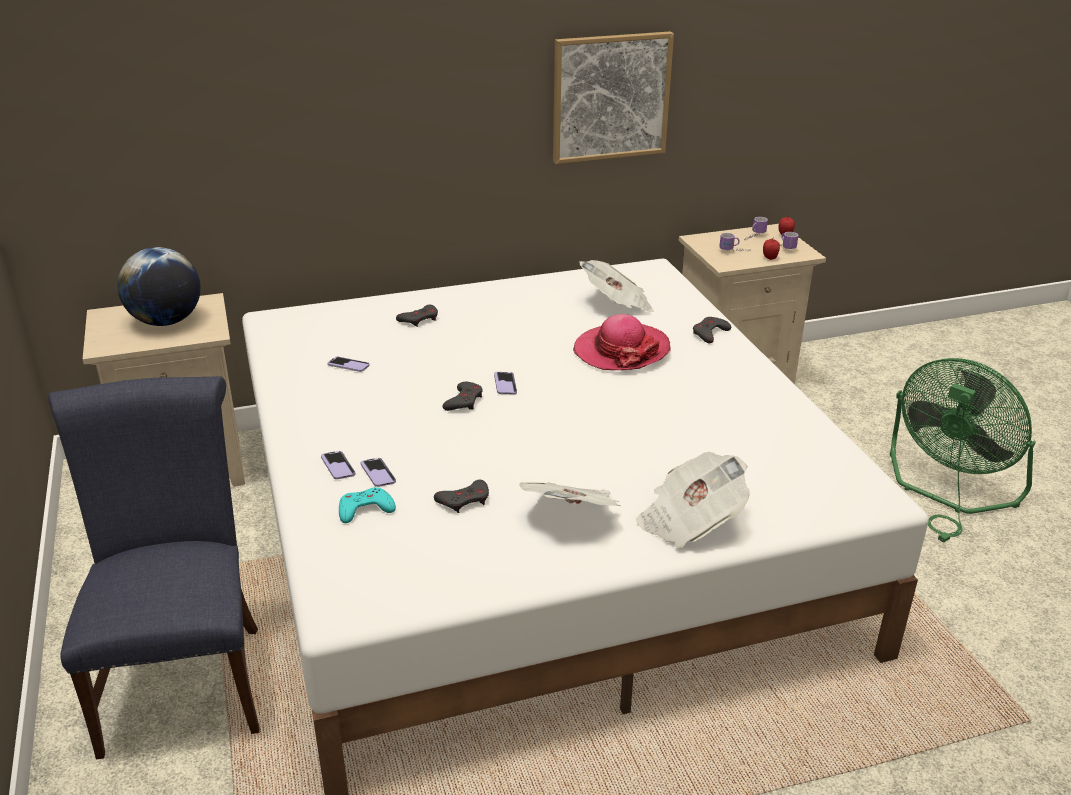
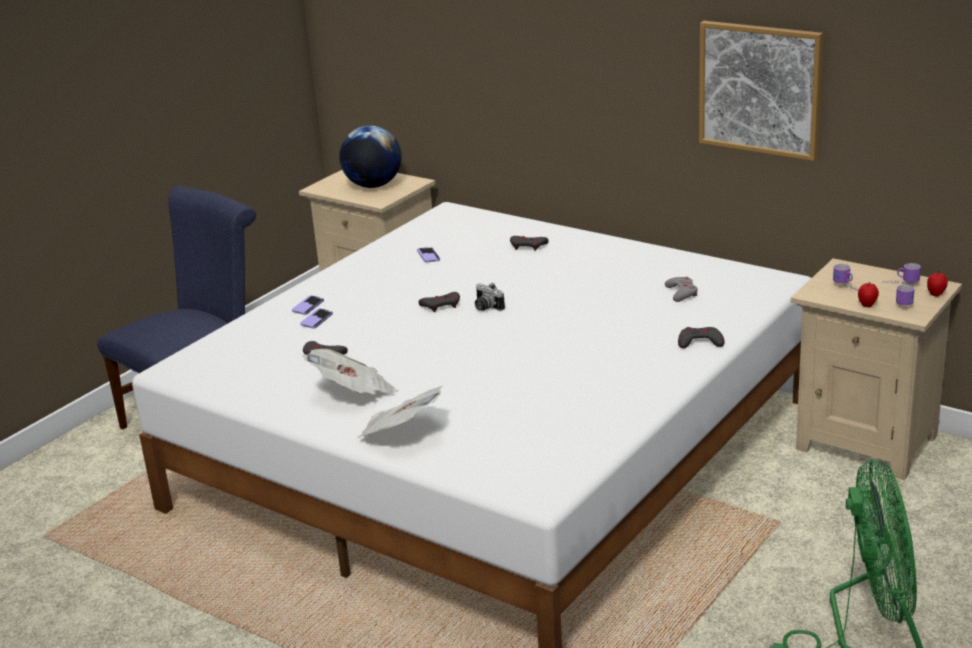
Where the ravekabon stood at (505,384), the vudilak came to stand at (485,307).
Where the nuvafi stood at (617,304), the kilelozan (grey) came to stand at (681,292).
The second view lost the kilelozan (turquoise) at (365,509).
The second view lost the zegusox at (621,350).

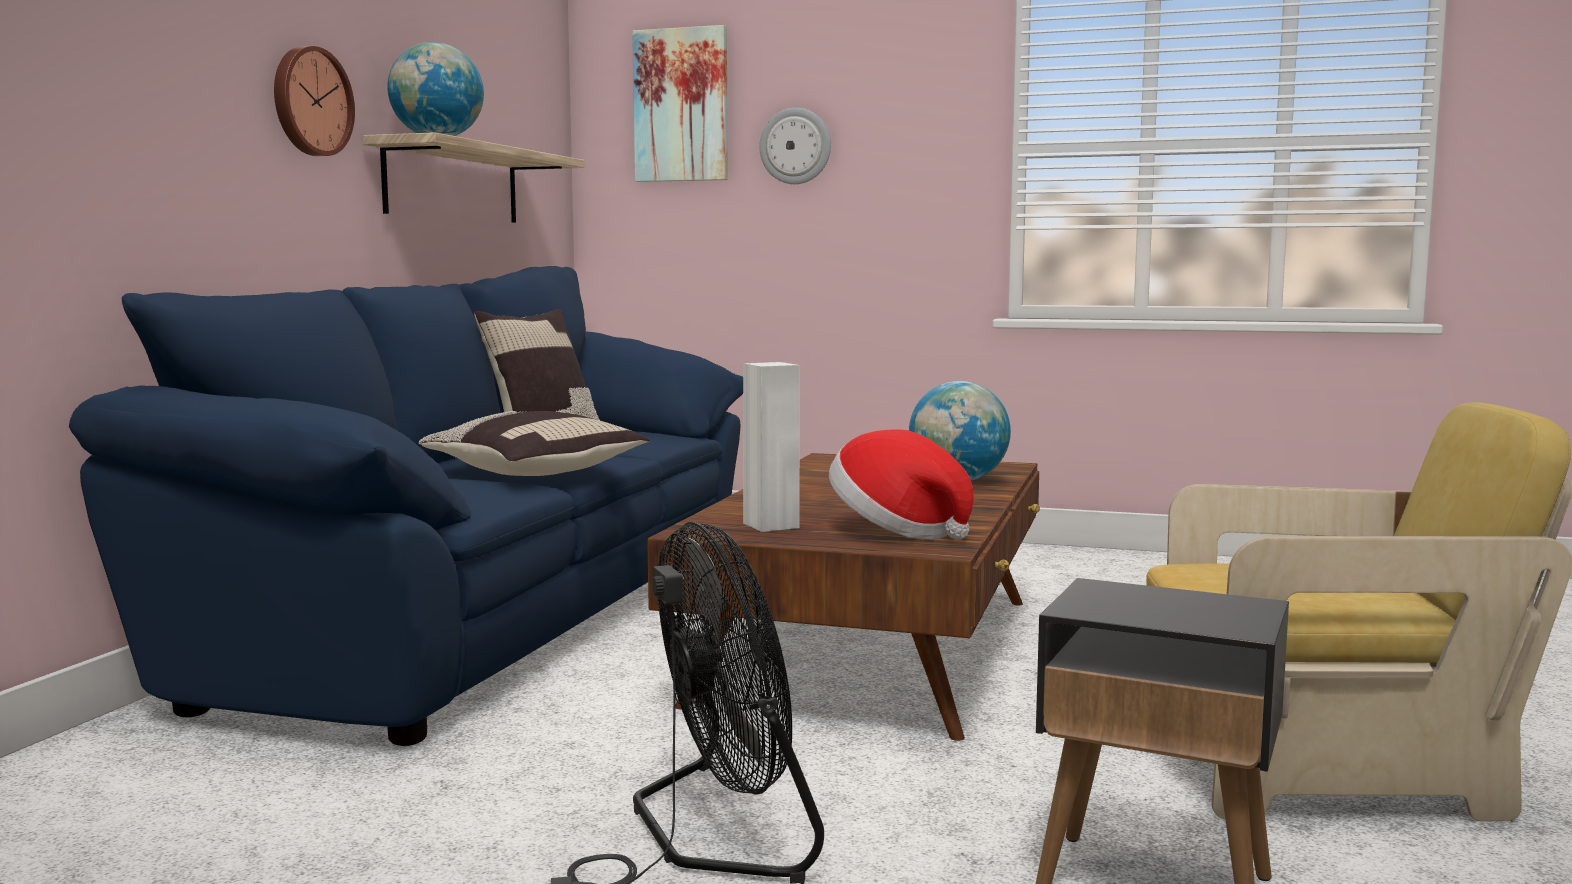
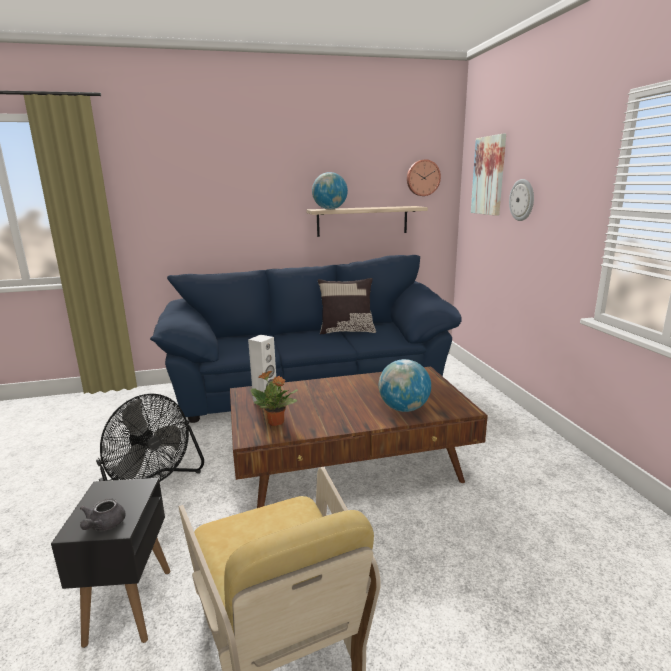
The second view gained the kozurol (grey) at (103,525).
Where the zegusox stood at (897,530), the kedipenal came to stand at (276,422).
The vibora ended up elsewhere, having gone from (310,101) to (422,178).
The second view lost the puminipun at (535,473).

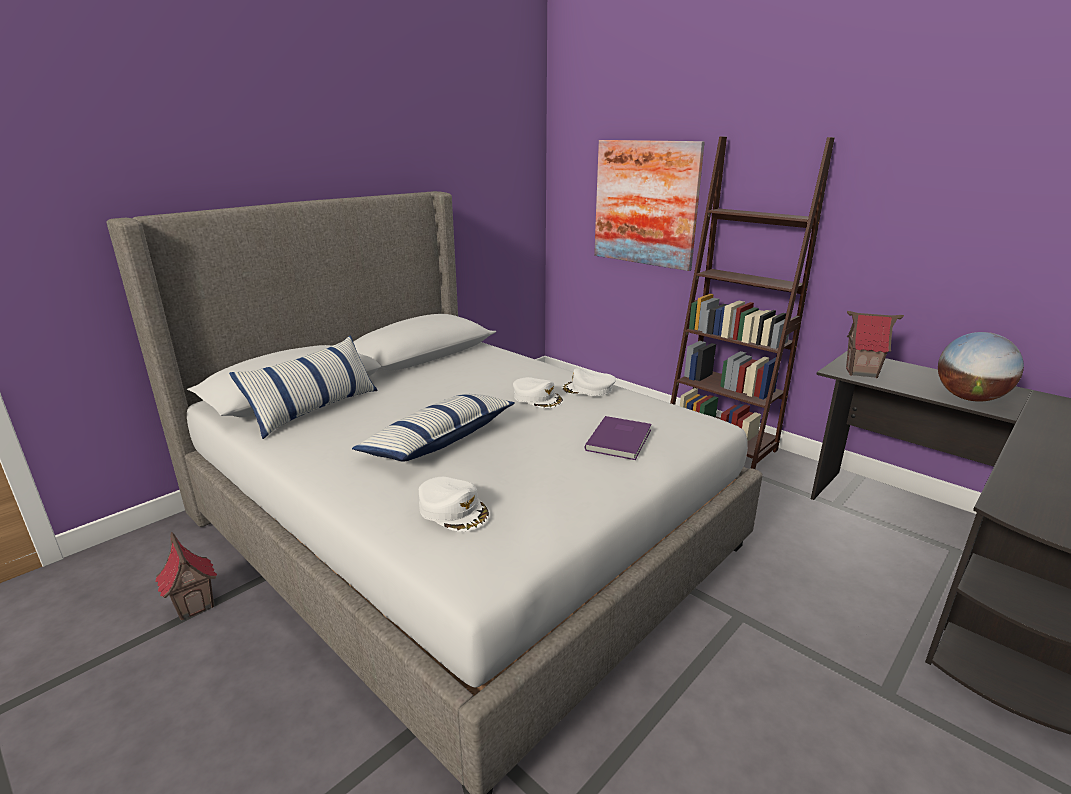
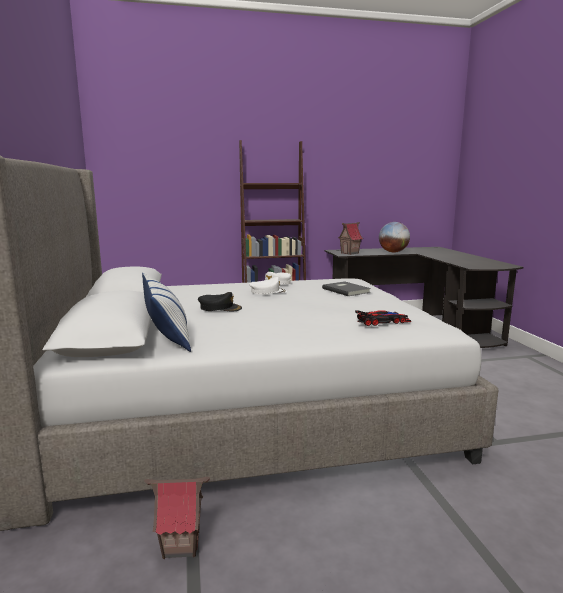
The second view gained the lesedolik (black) at (220,308).
What was the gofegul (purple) at (621,440) turned into the gofegul (grey) at (346,290).
Where the lesedolik (white) stood at (453,510), the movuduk came to stand at (382,321).
The second view lost the puminipun at (439,441).
The second view lost the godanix at (645,203).

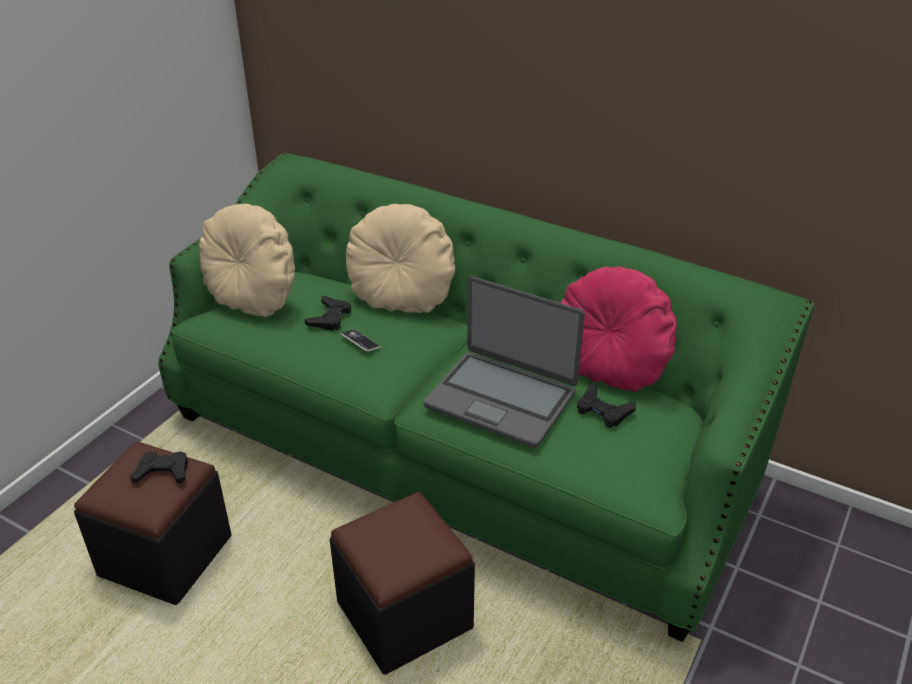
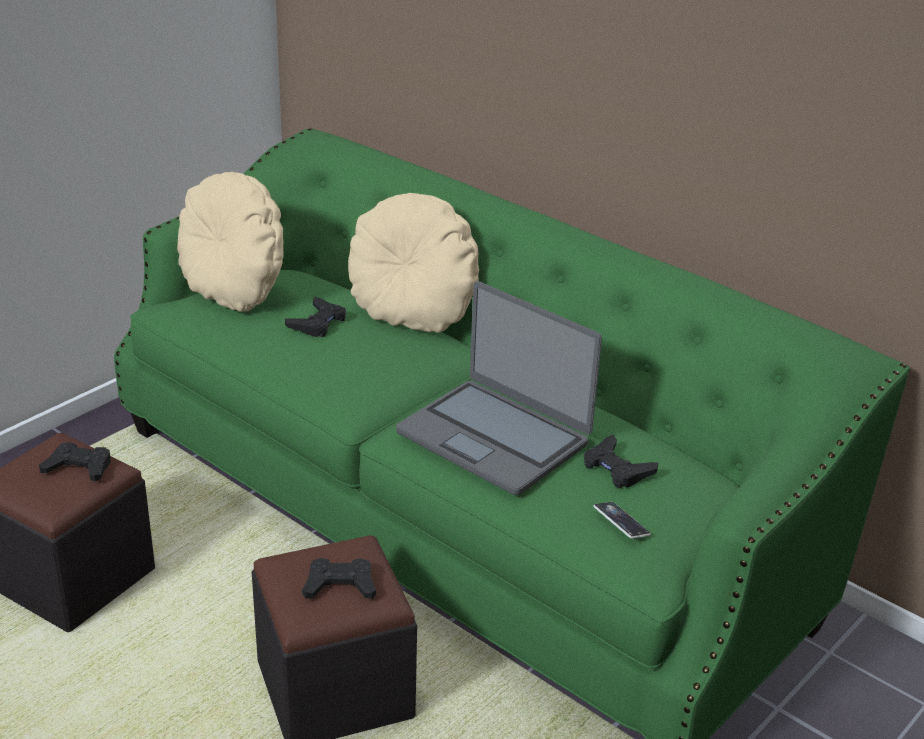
The second view gained the kilelozan (black) at (340,585).
The ravekabon ended up elsewhere, having gone from (360,342) to (621,523).
The second view lost the puminipun (pink) at (609,372).

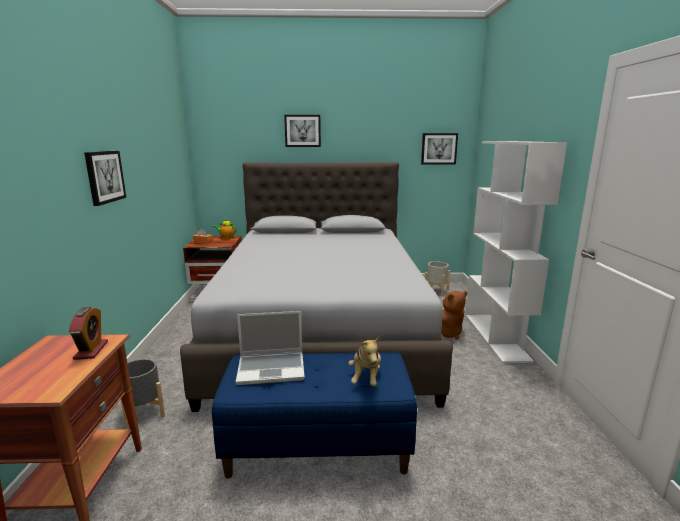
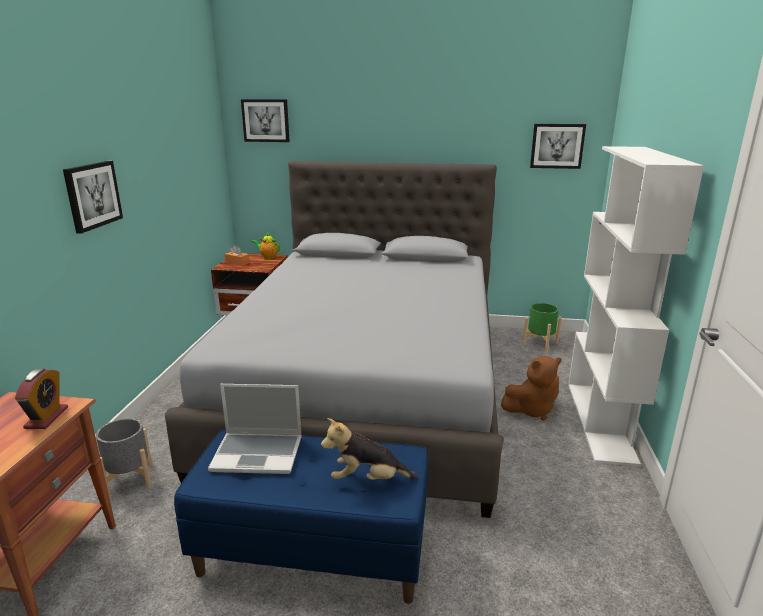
The godanix ended up elsewhere, having gone from (302,131) to (266,120).
The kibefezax at (366,377) ended up facing another way, 75 degrees clockwise from before.
What was the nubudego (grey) at (436,291) turned into the nubudego (green) at (540,343).

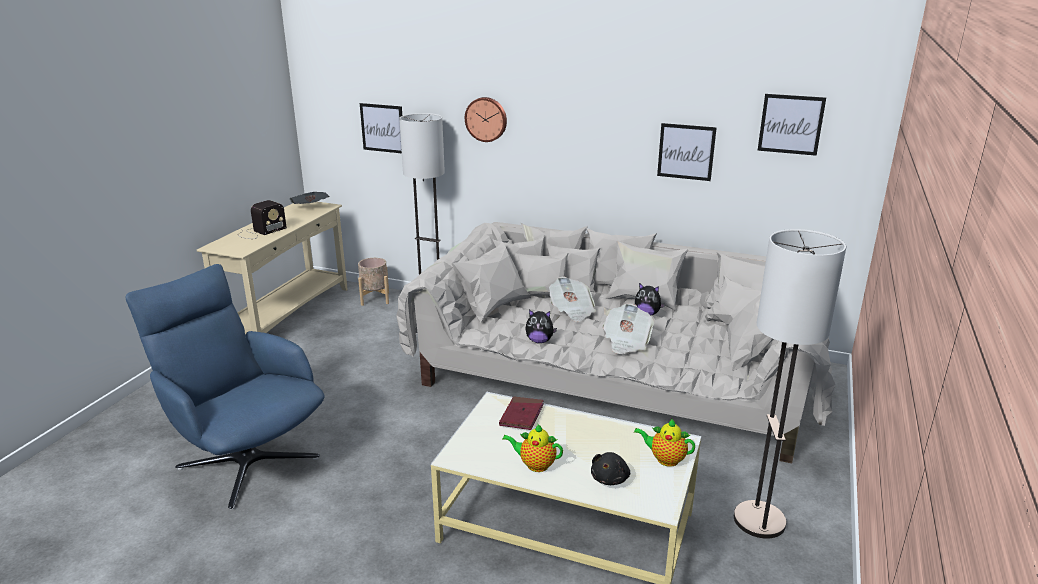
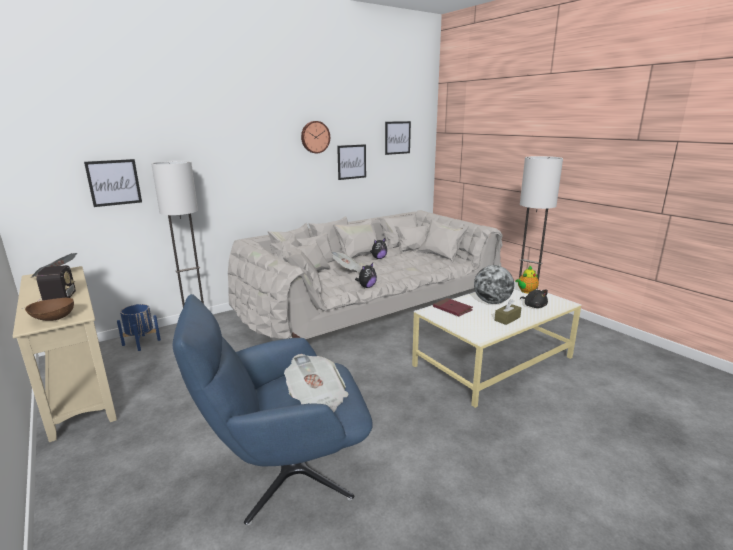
The second view gained the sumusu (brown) at (53,319).
What was the nubudego (beige) at (375,299) turned into the nubudego (blue) at (141,342).
The nuvafi ended up elsewhere, having gone from (626,342) to (317,398).
The vibora ended up elsewhere, having gone from (486,119) to (315,137).
The second view gained the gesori at (492,302).
Where the kozurol stood at (535,465), the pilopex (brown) came to stand at (507,319).

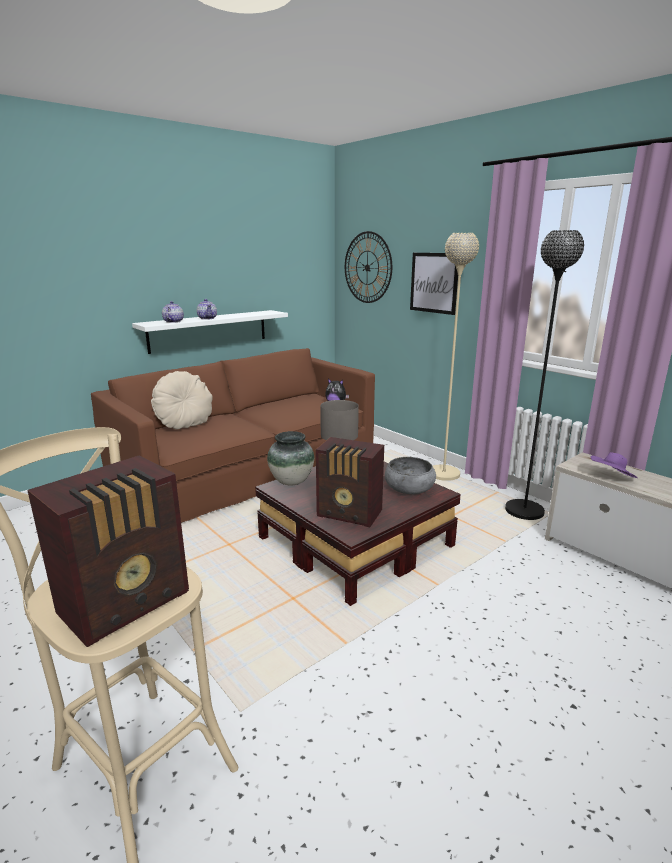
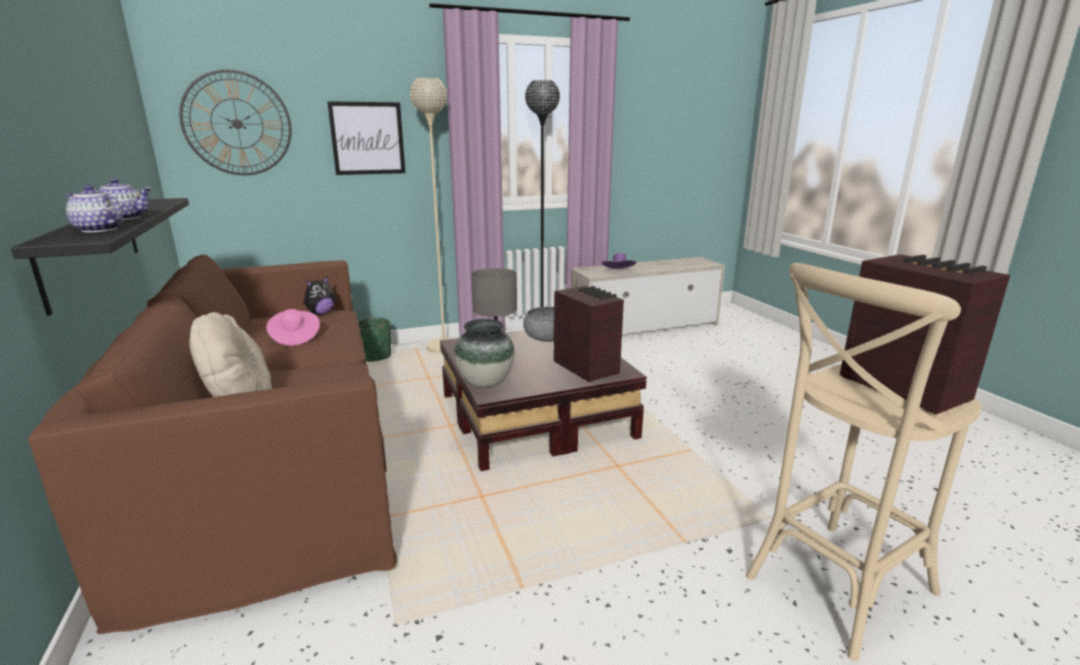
What was the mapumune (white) at (209,331) turned into the mapumune (black) at (92,248).
The second view gained the zegusox (pink) at (294,338).
The second view gained the nubudego (green) at (375,356).
The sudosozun at (350,514) ended up facing another way, 75 degrees counterclockwise from before.

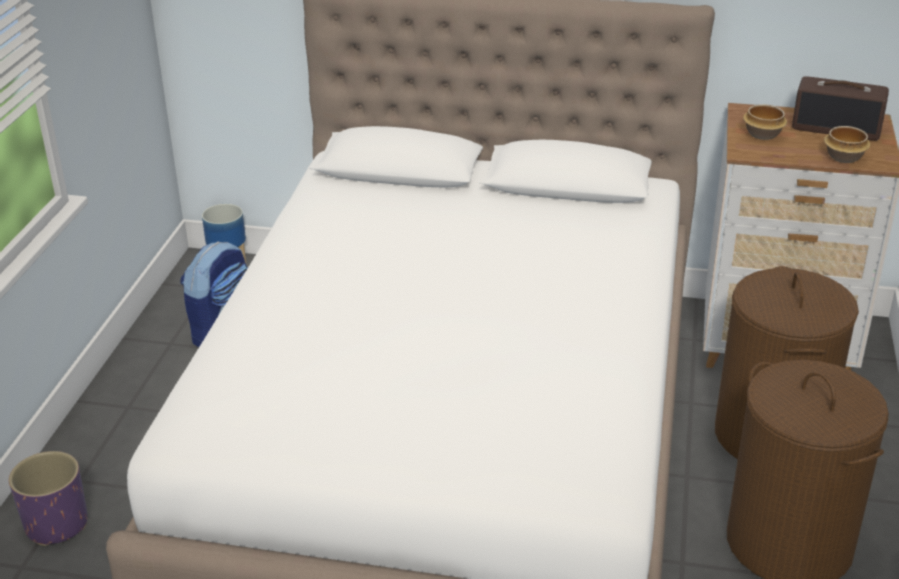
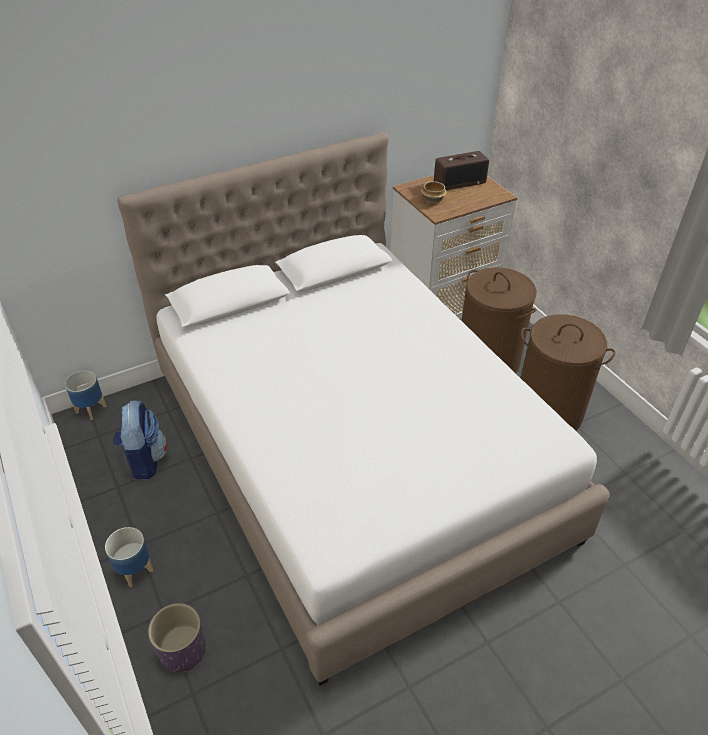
The second view gained the nubudego at (135,570).
The second view lost the sumusu at (844,157).

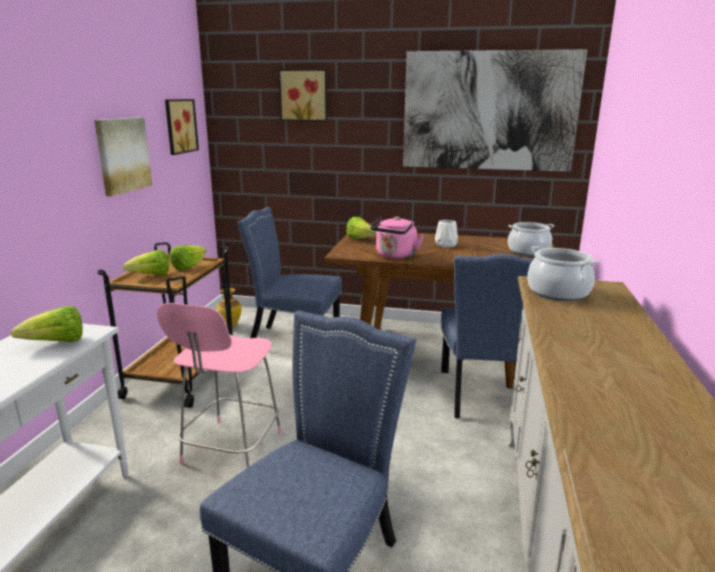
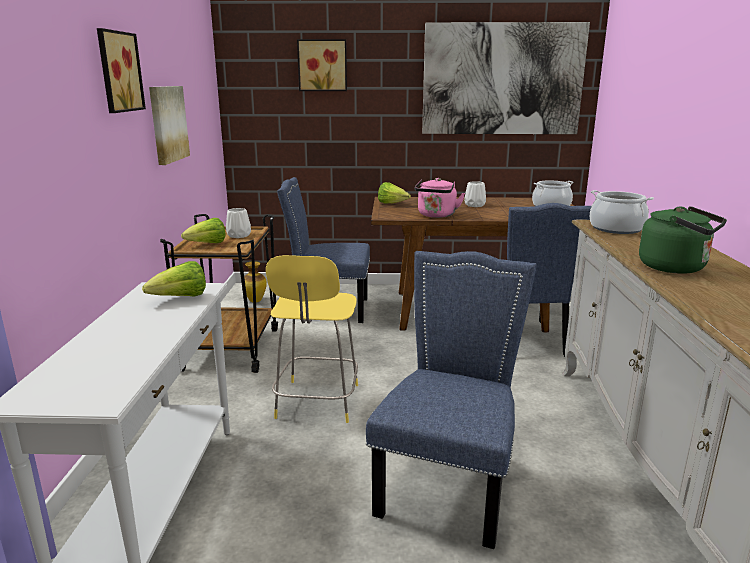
The godanix ended up elsewhere, having gone from (179,126) to (117,72).
Where the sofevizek stood at (188,267), the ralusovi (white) came to stand at (238,235).
What was the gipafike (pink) at (230,450) turned into the gipafike (yellow) at (317,403).
The second view gained the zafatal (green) at (676,268).

